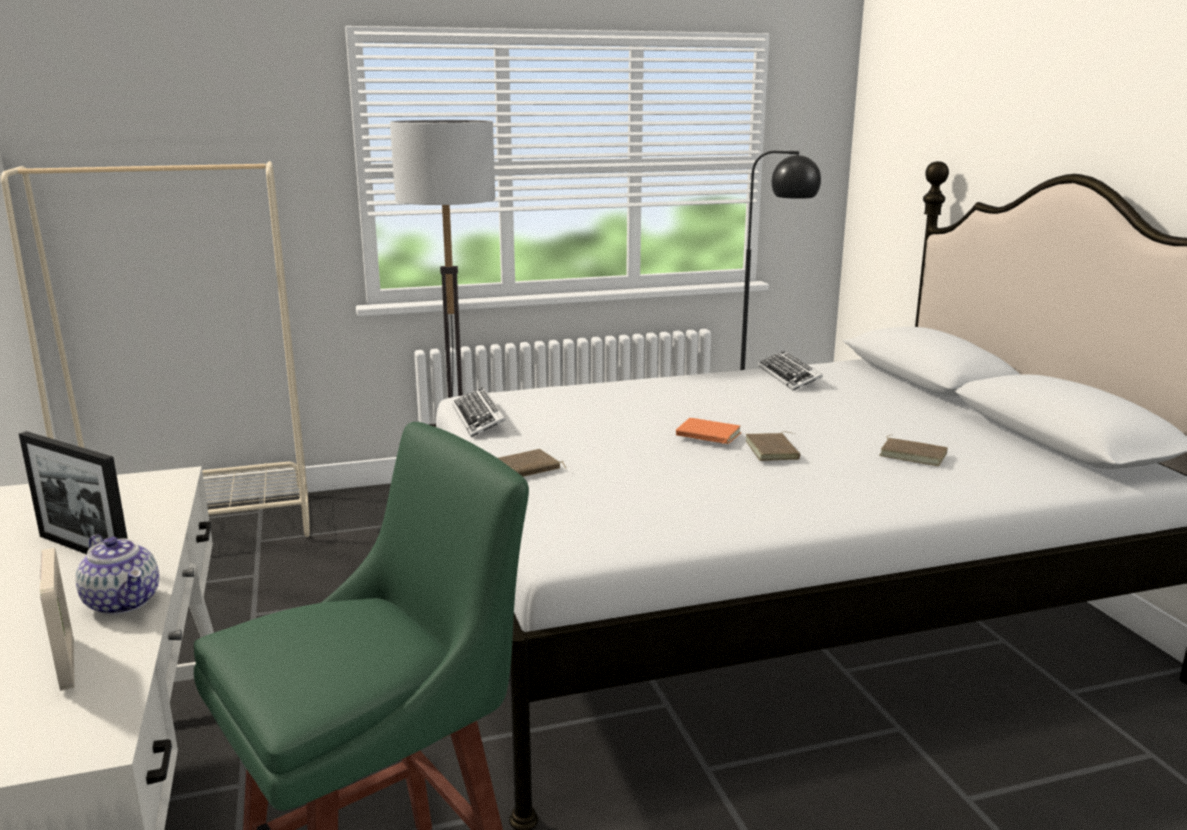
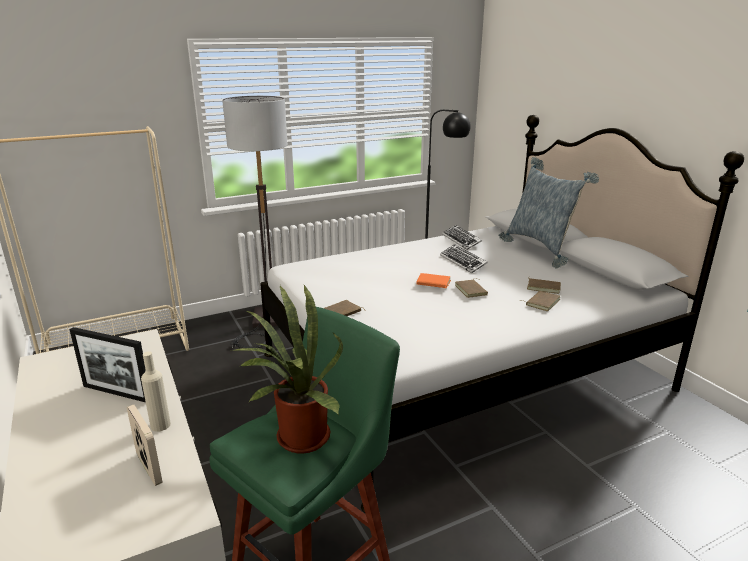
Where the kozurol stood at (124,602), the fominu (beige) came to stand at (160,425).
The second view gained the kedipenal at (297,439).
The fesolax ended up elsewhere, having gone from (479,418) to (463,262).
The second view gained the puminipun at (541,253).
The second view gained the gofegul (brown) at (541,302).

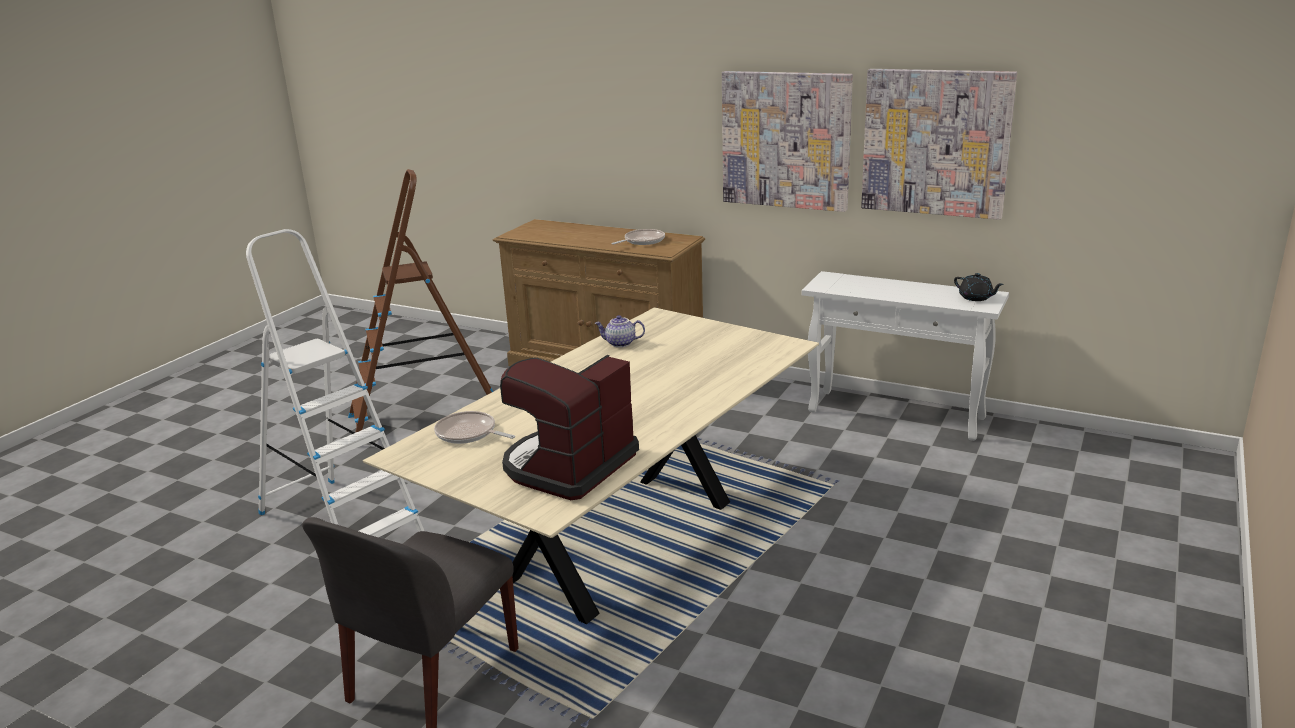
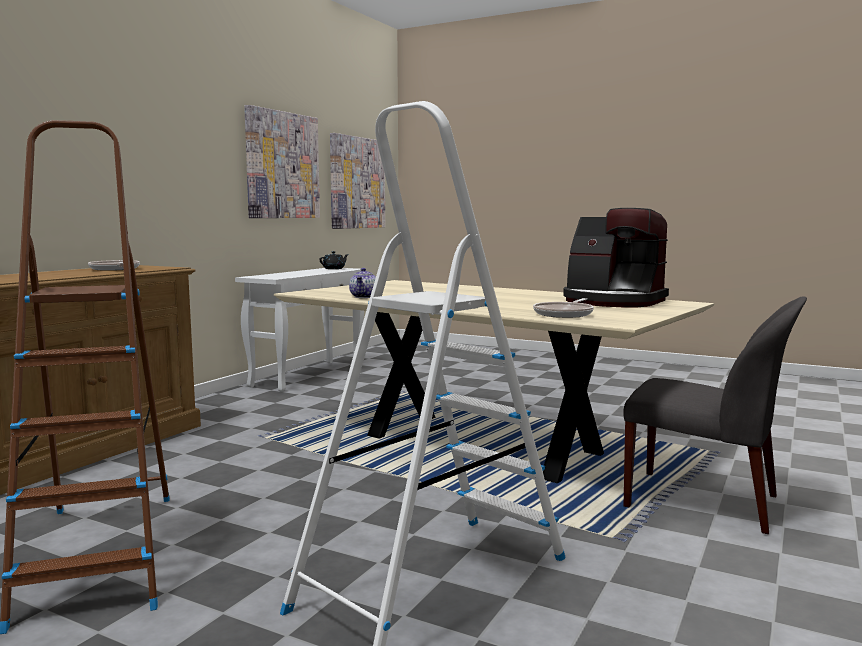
The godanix ended up elsewhere, having gone from (786,140) to (357,183).

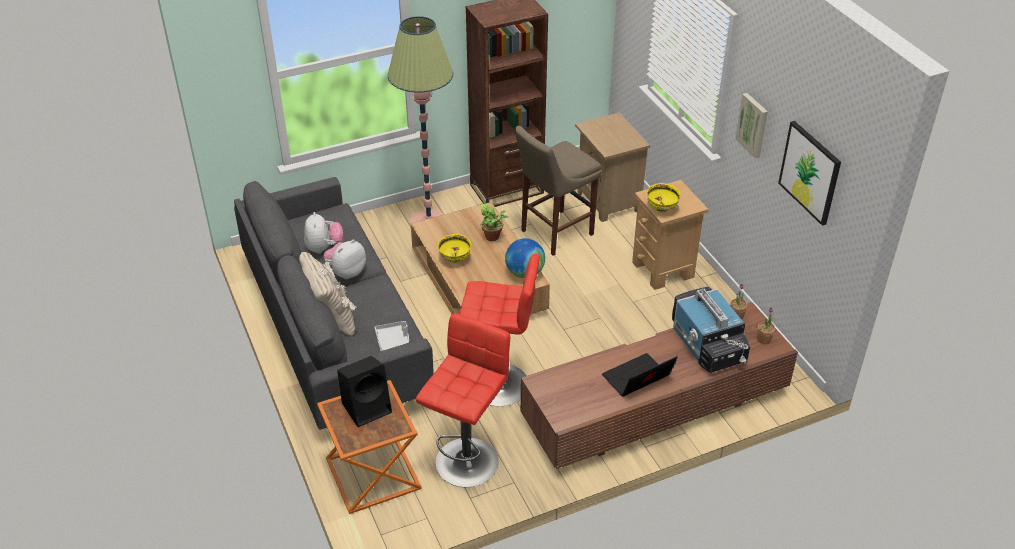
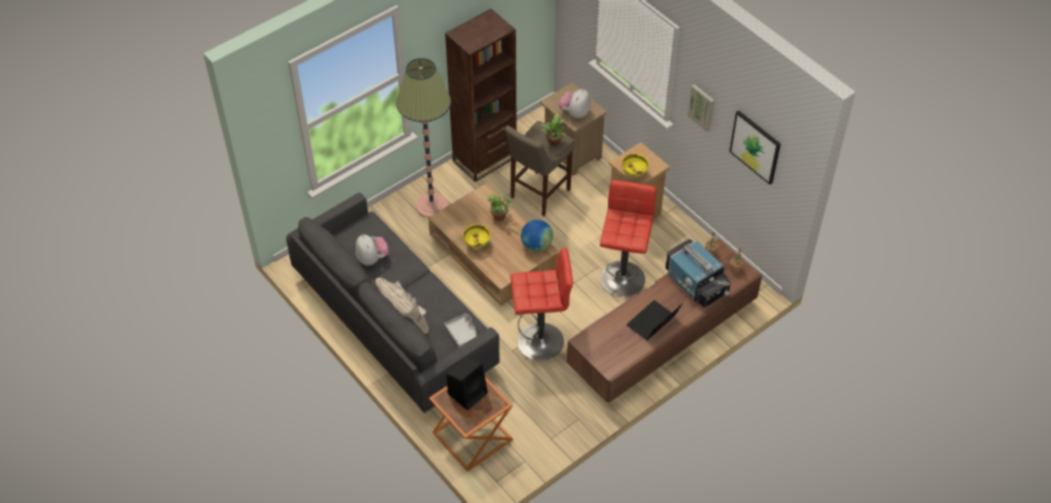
The second view gained the kedipenal at (553,143).
The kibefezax ended up elsewhere, having gone from (346,272) to (575,113).
The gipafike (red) ended up elsewhere, having gone from (468,462) to (623,278).

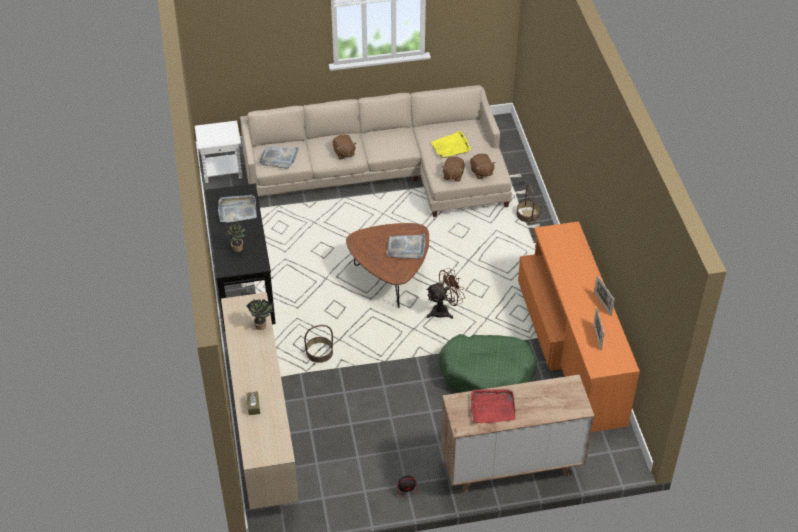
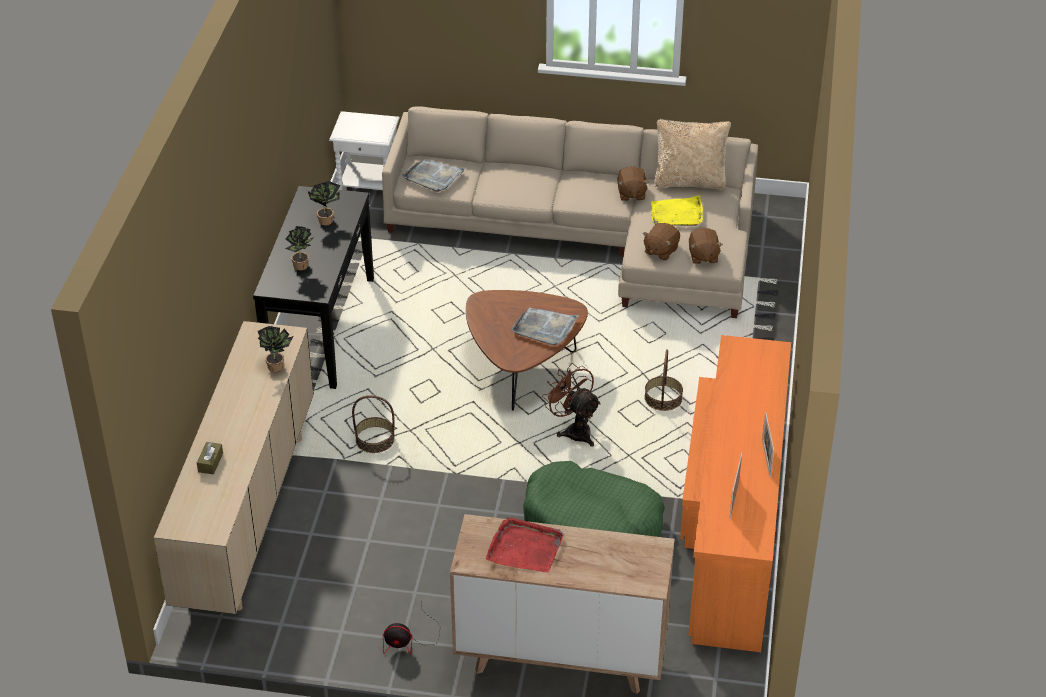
Where the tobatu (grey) stood at (237,210), the kedipenal came to stand at (326,220).
The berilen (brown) at (444,310) ended up facing another way, 120 degrees counterclockwise from before.
The kibefezax (brown) ended up elsewhere, having gone from (344,153) to (631,194).
The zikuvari ended up elsewhere, having gone from (528,214) to (663,398).
The second view gained the puminipun (beige) at (690,183).

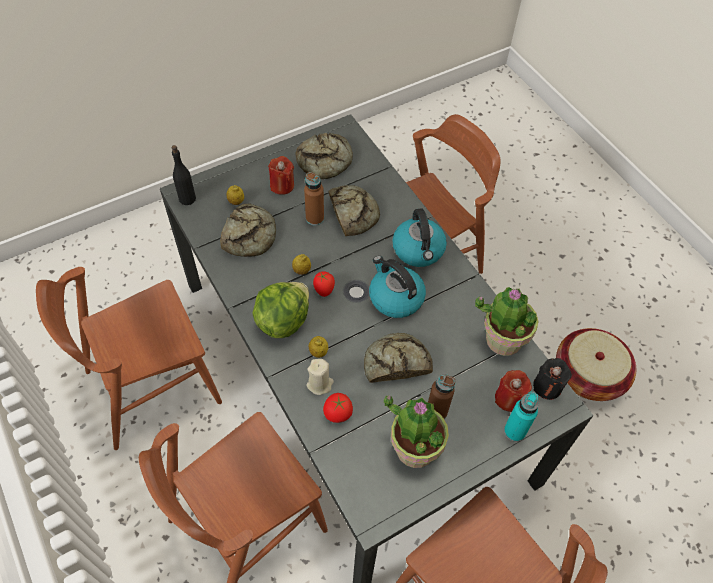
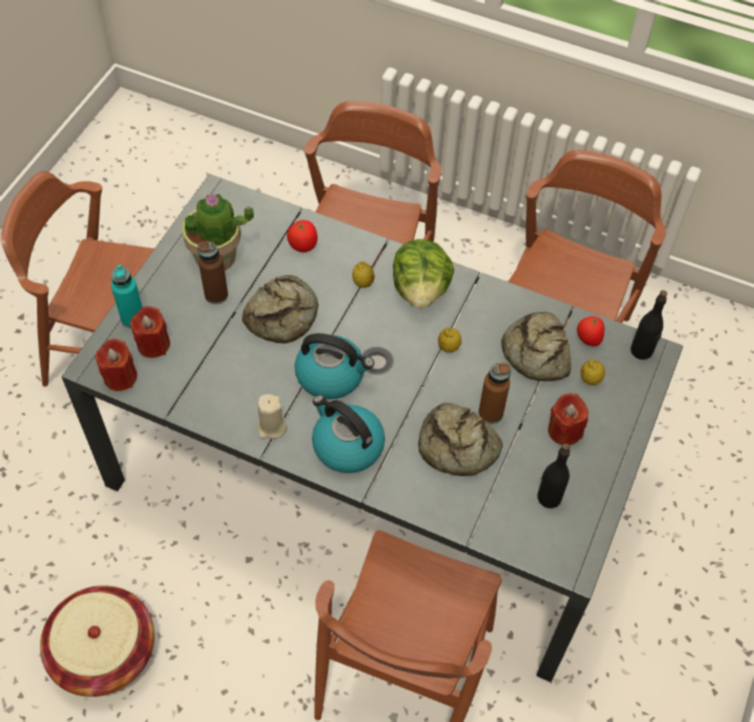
What was the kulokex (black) at (547,386) turned into the kulokex (red) at (120,377).
The kulokex (beige) ended up elsewhere, having gone from (320,384) to (271,427).
Where the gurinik stood at (326,161), the fominu (black) came to stand at (549,497).
The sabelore ended up elsewhere, having gone from (324,290) to (588,340).
The second view lost the kedipenal at (503,339).

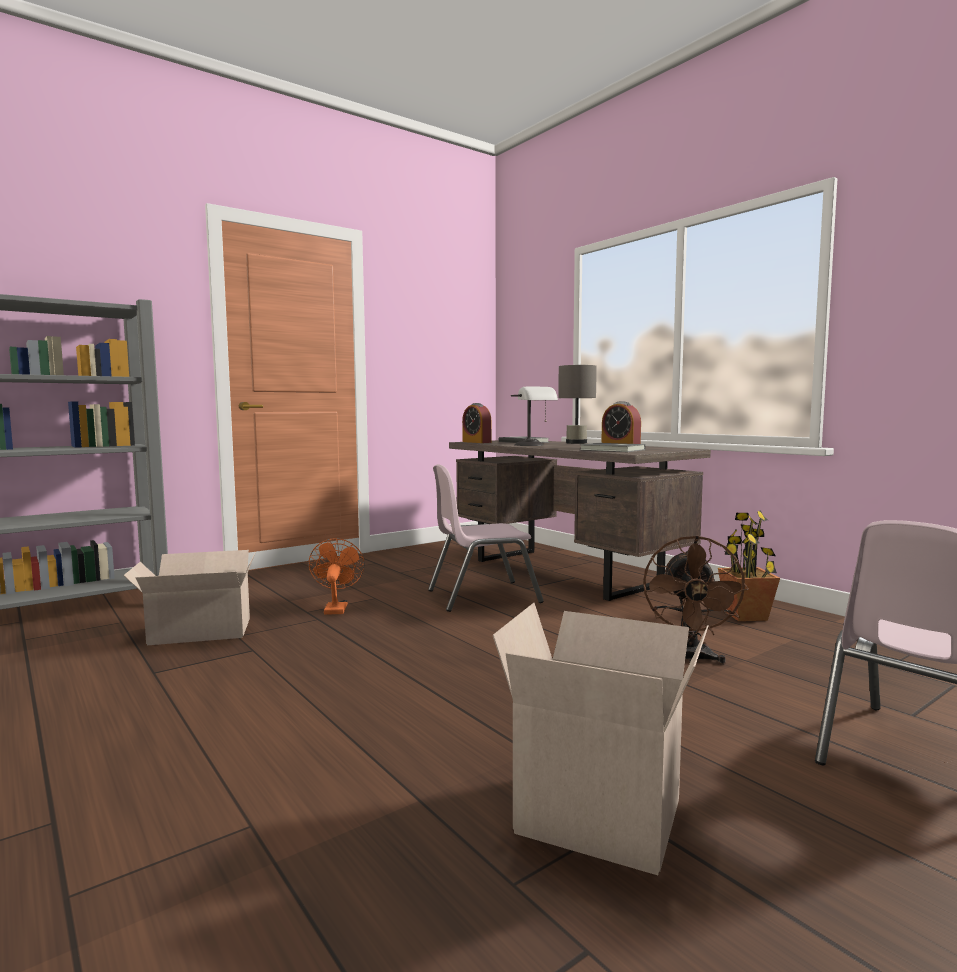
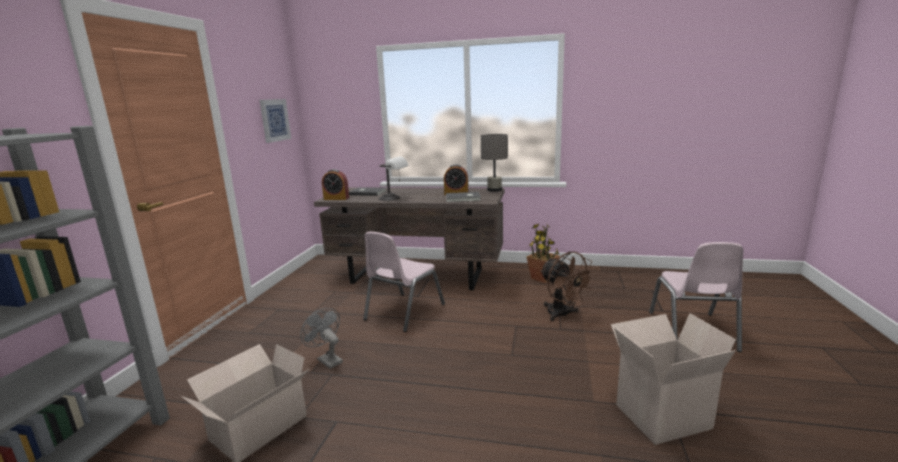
The second view gained the godanix at (274,120).
What was the berilen (orange) at (336,608) turned into the berilen (grey) at (327,360).
The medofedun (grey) ended up elsewhere, having gone from (576,443) to (495,190).

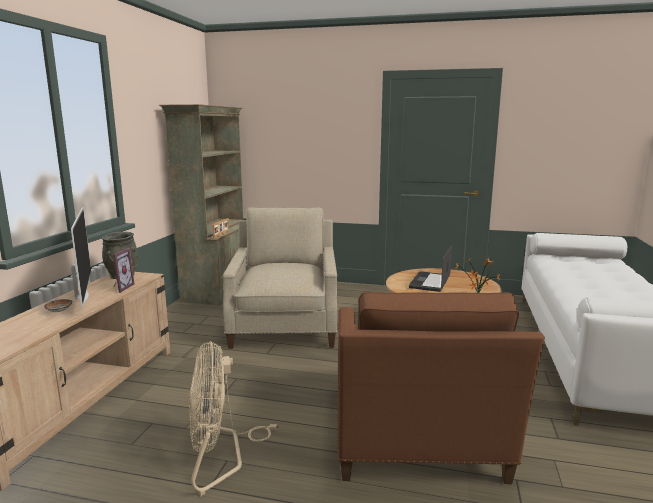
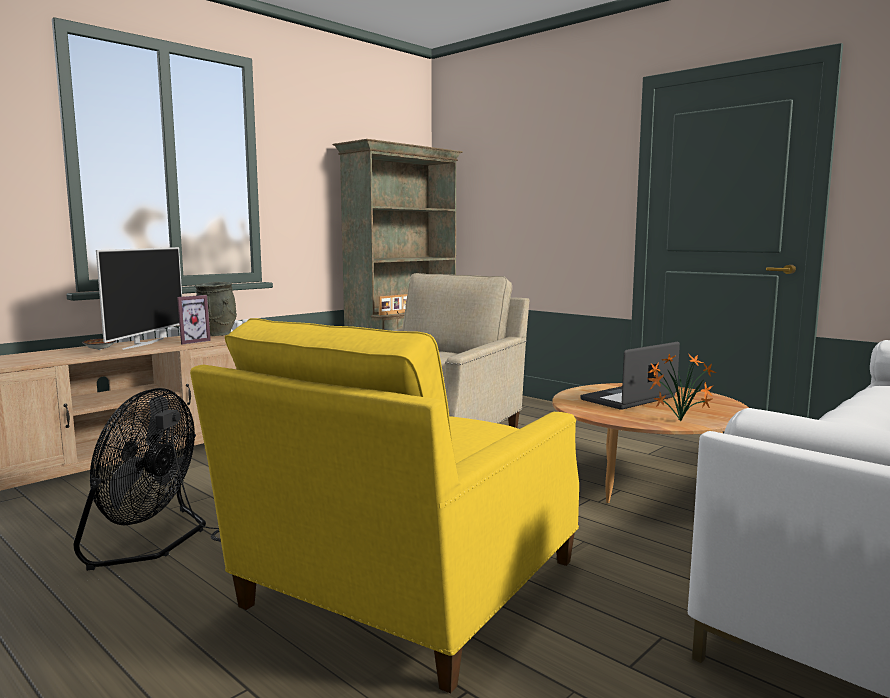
What was the berilen (beige) at (222,451) turned into the berilen (black) at (169,538).
What was the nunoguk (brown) at (414,433) turned into the nunoguk (yellow) at (407,587).

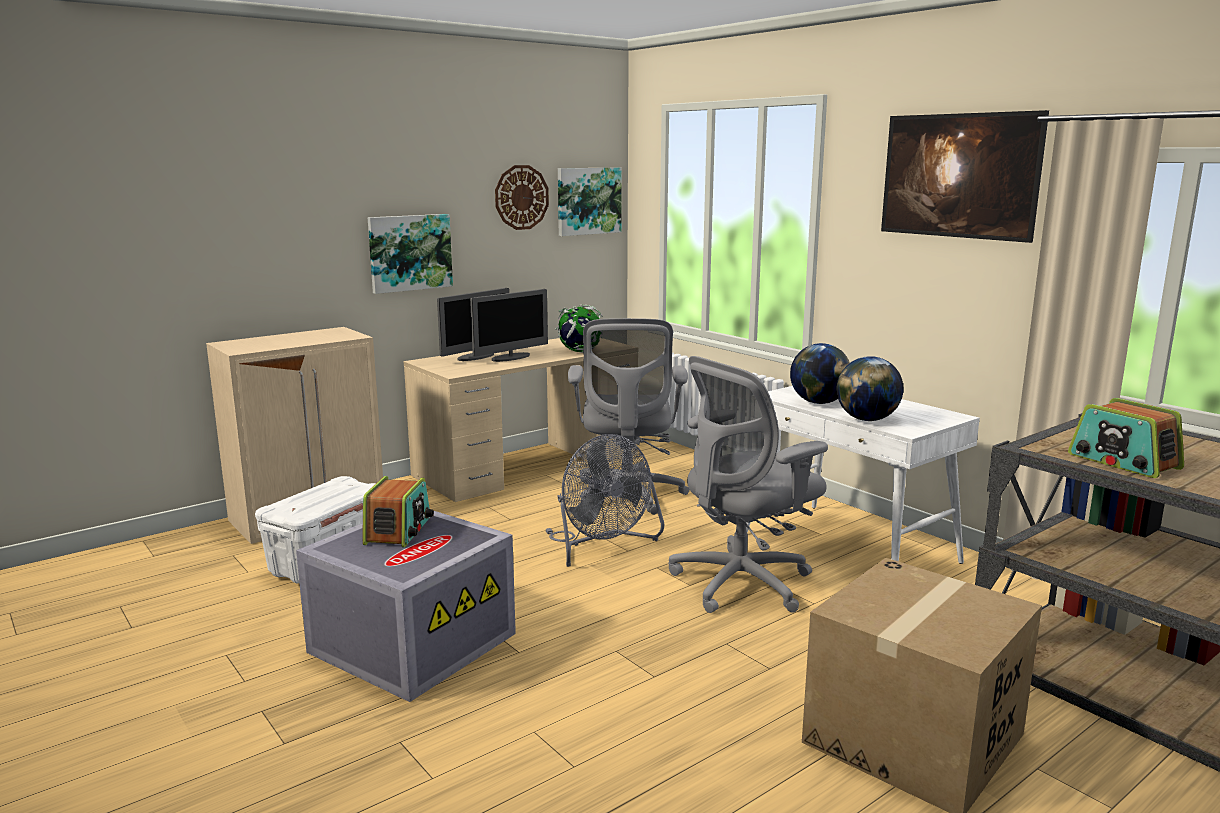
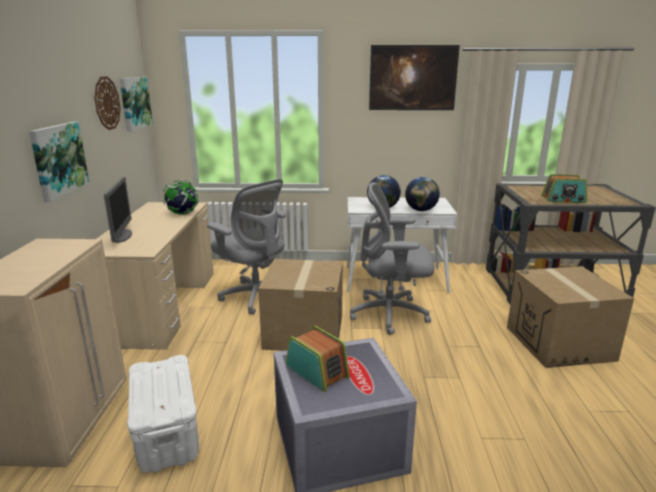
Where the berilen (grey) stood at (598,546), the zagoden came to stand at (304,331).
The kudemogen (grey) at (746,579) ended up facing another way, 90 degrees clockwise from before.
The second view lost the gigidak at (511,357).

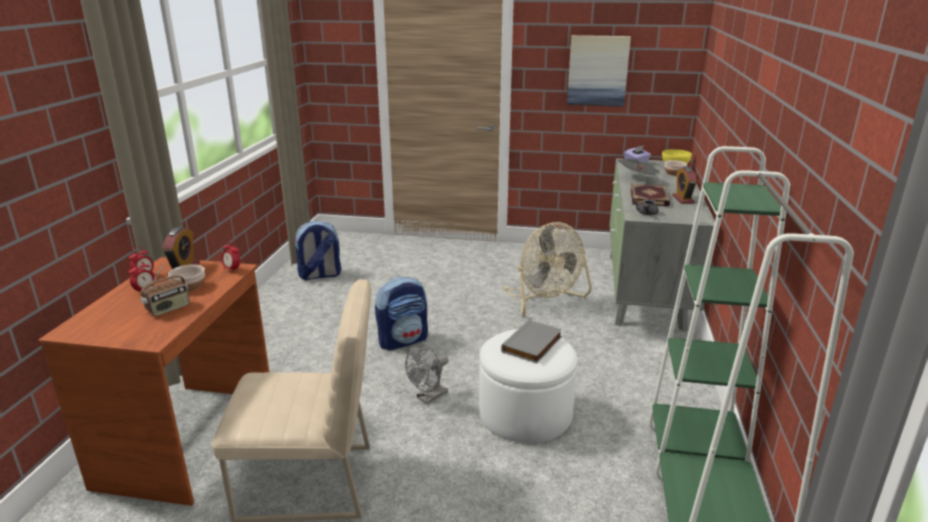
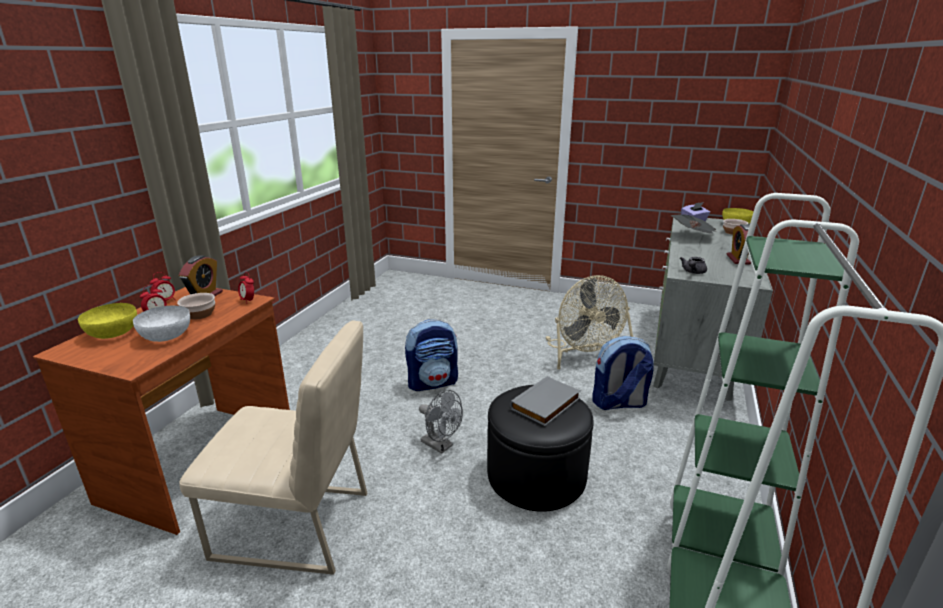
The second view gained the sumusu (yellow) at (114,333).
Where the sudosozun stood at (168,309), the sumusu (white) came to stand at (167,335).
The berilen (grey) at (428,397) ended up facing another way, 105 degrees counterclockwise from before.
What was the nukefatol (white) at (525,413) turned into the nukefatol (black) at (536,475).
The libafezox ended up elsewhere, having gone from (319,275) to (618,403).
The second view lost the godanix at (597,71).
The second view lost the gofegul at (650,197).

